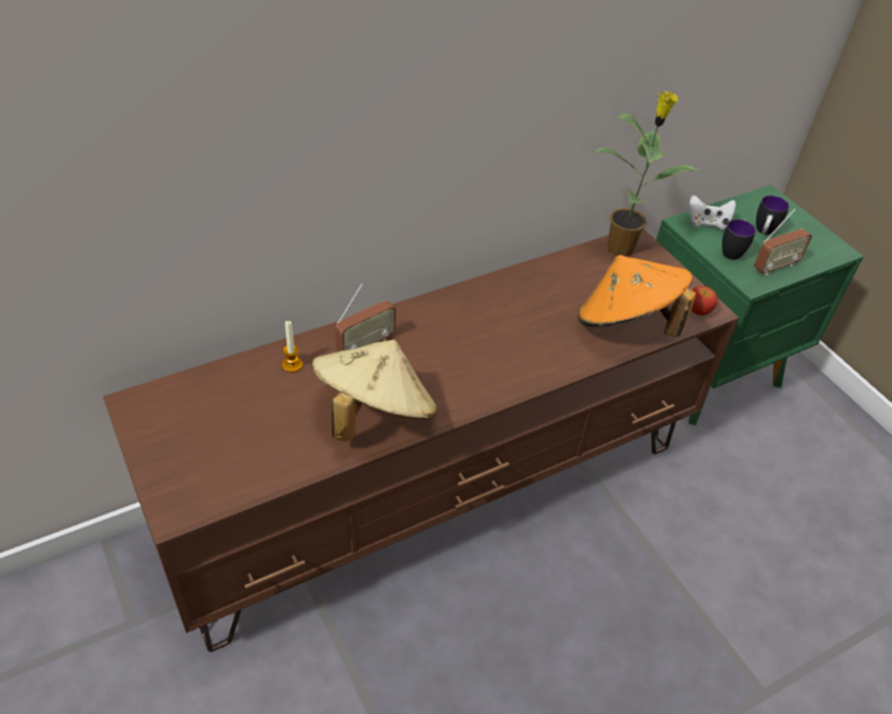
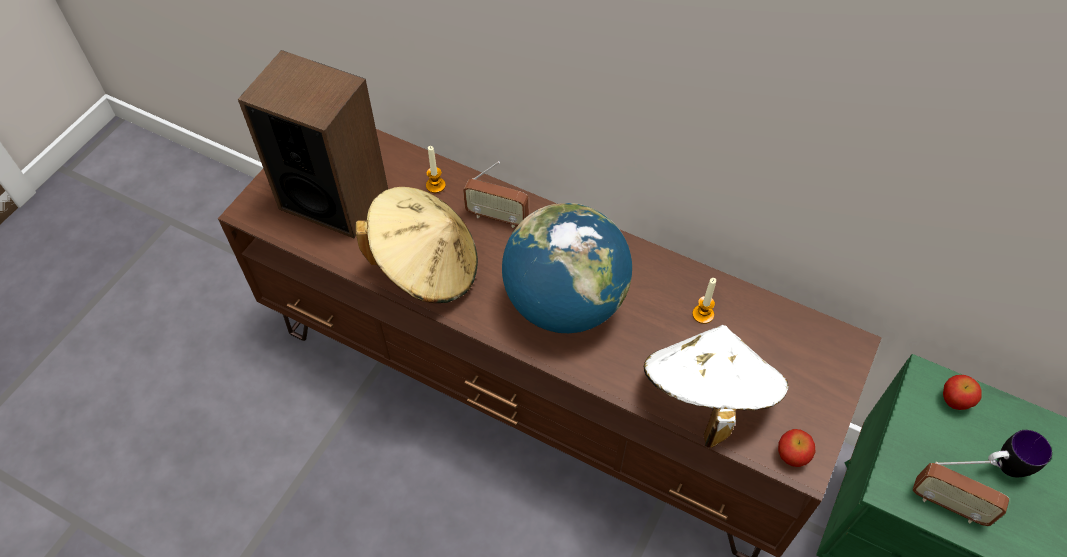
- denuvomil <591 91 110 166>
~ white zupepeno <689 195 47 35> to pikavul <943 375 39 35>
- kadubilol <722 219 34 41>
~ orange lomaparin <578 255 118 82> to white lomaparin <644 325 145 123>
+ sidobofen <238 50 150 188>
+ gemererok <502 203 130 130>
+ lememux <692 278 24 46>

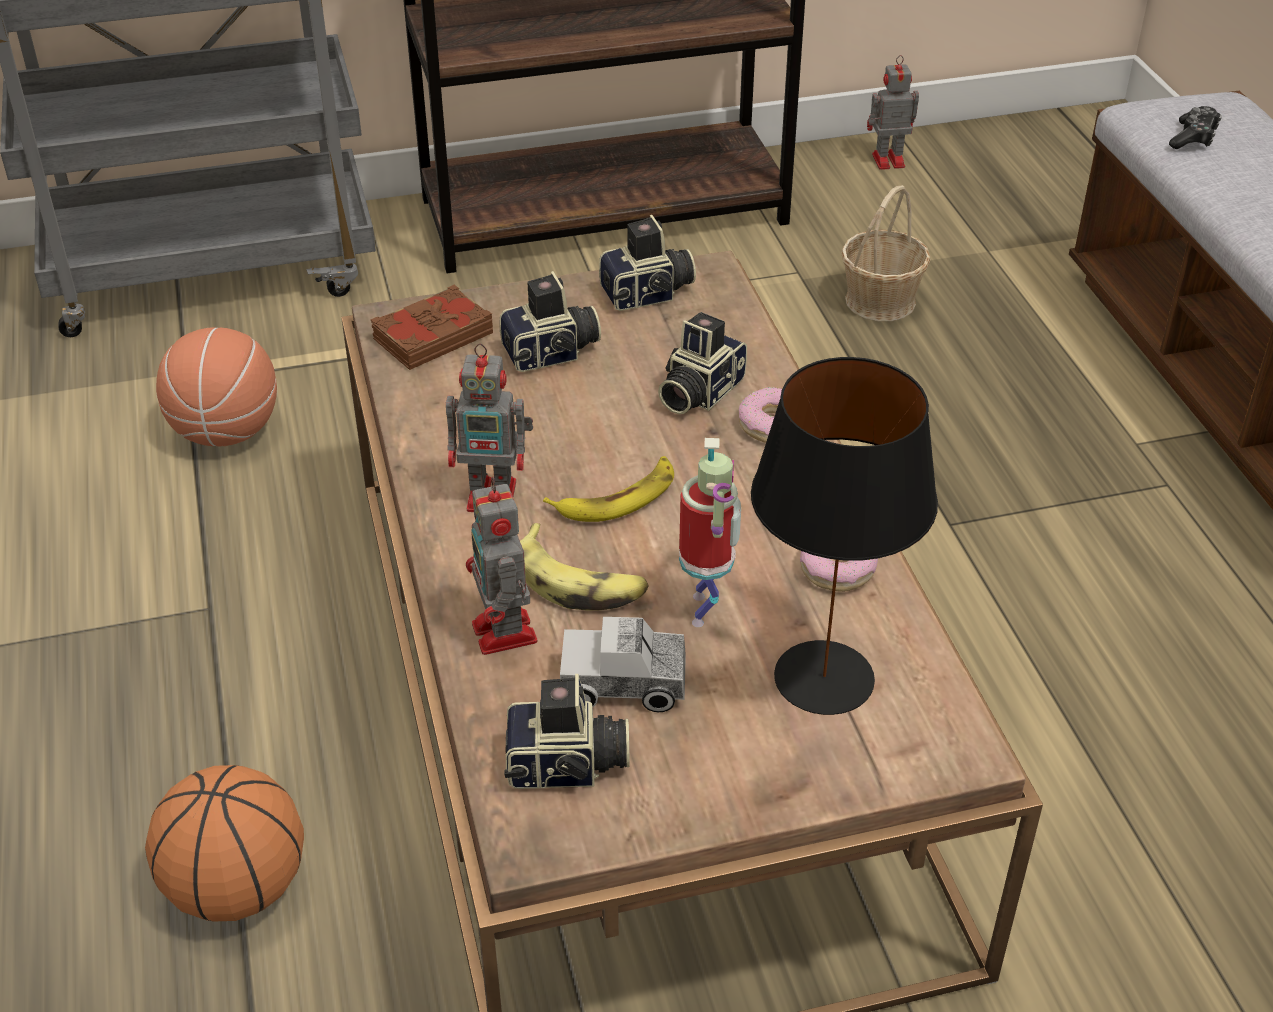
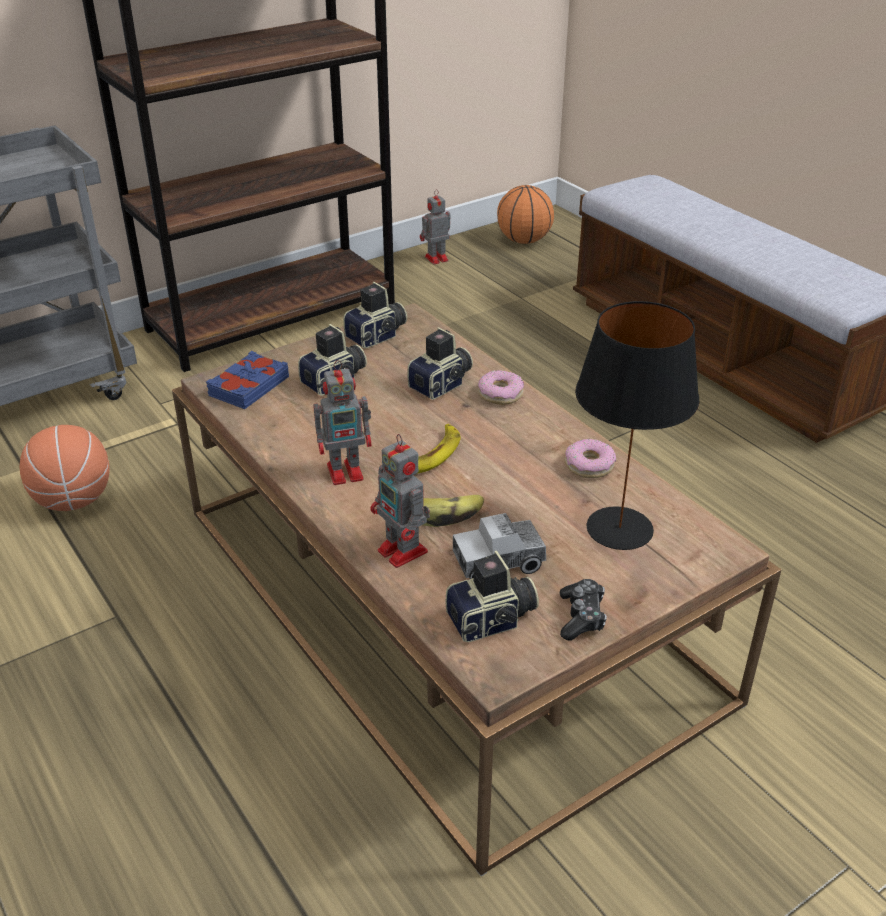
~ zupepeno <1169 106 53 43> to <560 579 47 62>
- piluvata <841 185 90 137>
~ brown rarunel <370 285 123 85> to blue rarunel <206 351 83 58>
~ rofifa <658 312 89 102> = <408 327 65 73> 150 degrees counterclockwise
- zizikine <679 438 62 189>
~ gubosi <145 765 159 157> to <497 185 57 59>

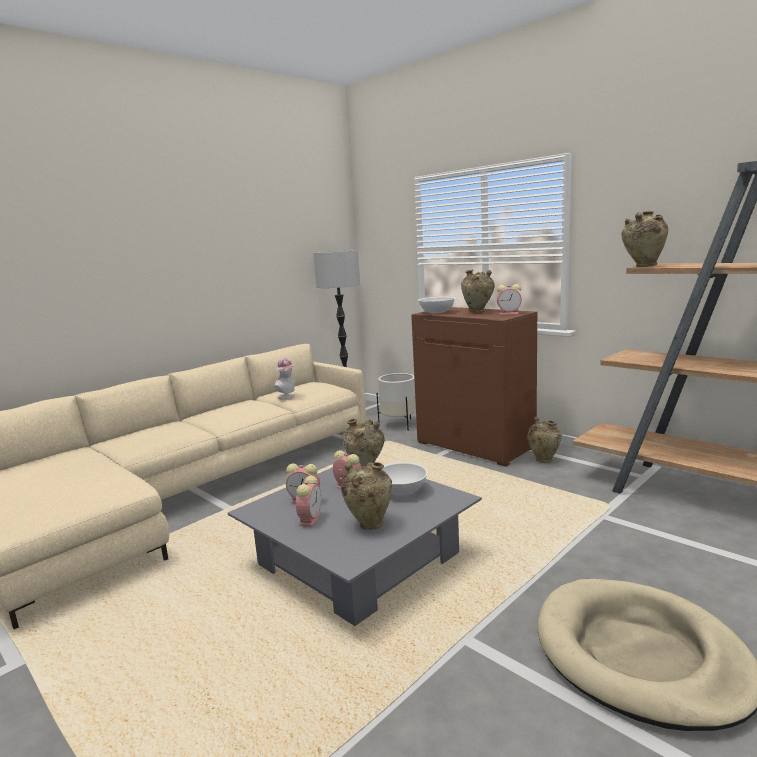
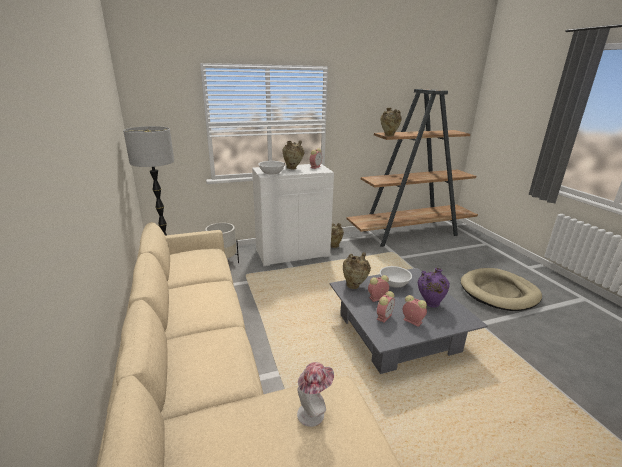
~ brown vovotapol <411 307 126 160> to white vovotapol <252 164 82 103>
~ lomaparin <274 358 23 41> to <297 362 37 65>
~ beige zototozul <341 461 51 69> to purple zototozul <418 268 32 39>

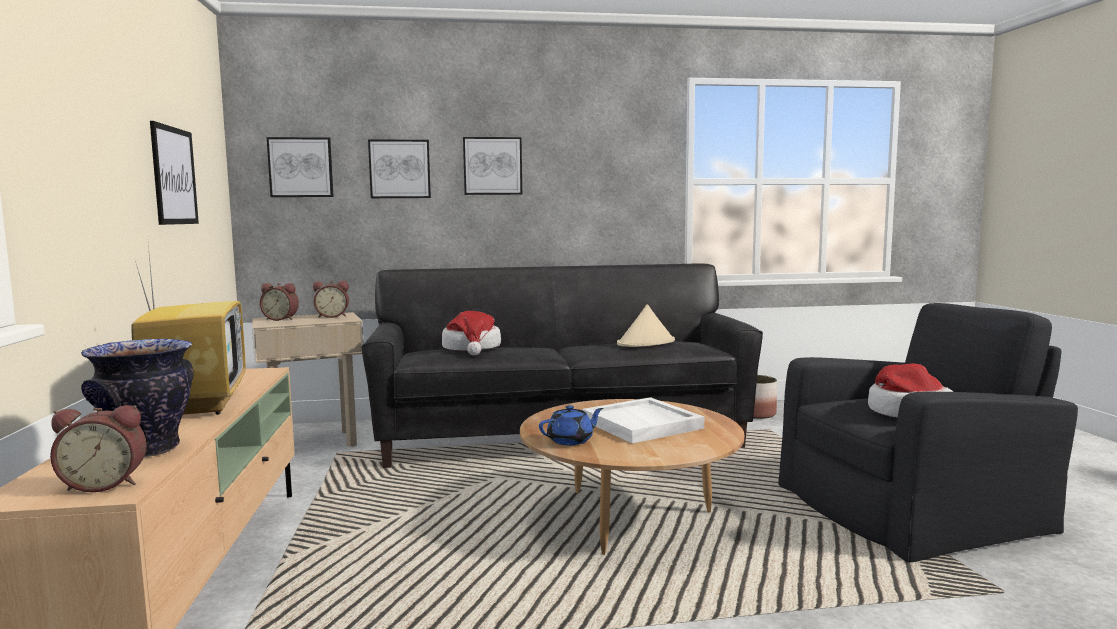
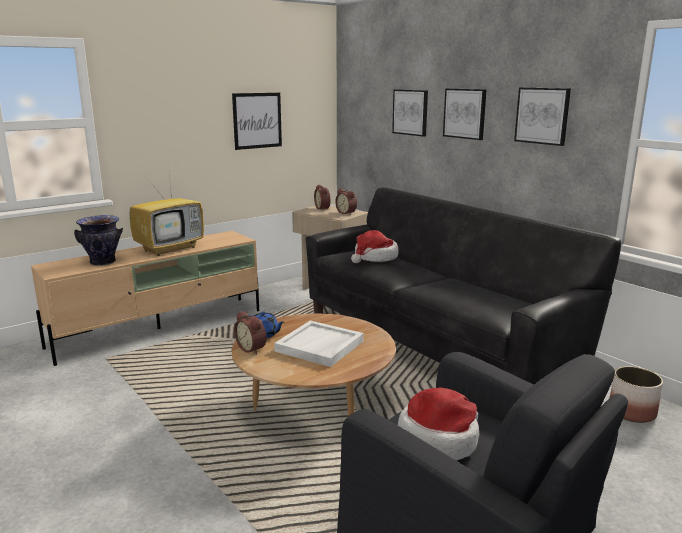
~ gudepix <267 137 67 60> to <514 87 57 59>
- beige lomaparin <617 304 58 43>
~ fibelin <50 405 96 87> to <234 311 33 43>

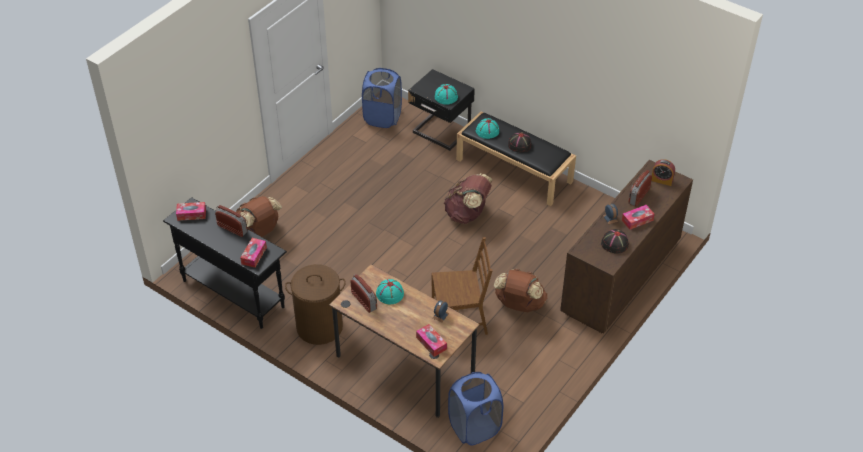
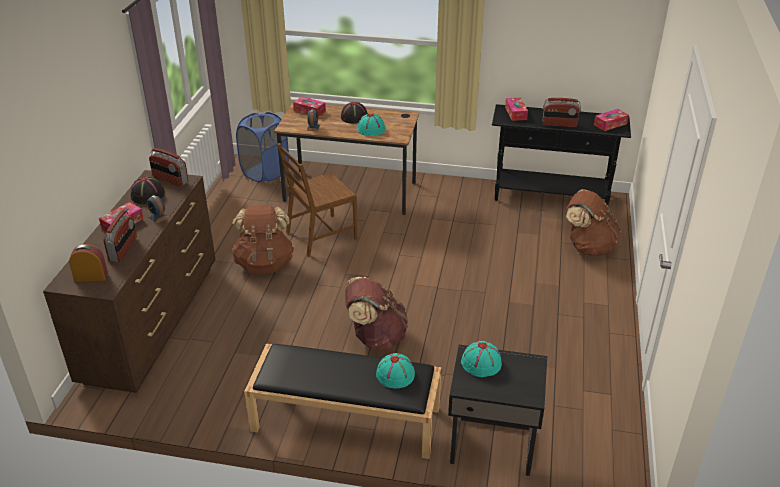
- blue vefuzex <362 68 40 60>
~ black lomaparin <508 132 24 21> to <341 102 27 22>
- brown vefuzex <285 264 61 81>
~ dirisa <350 274 27 39> to <149 148 39 38>

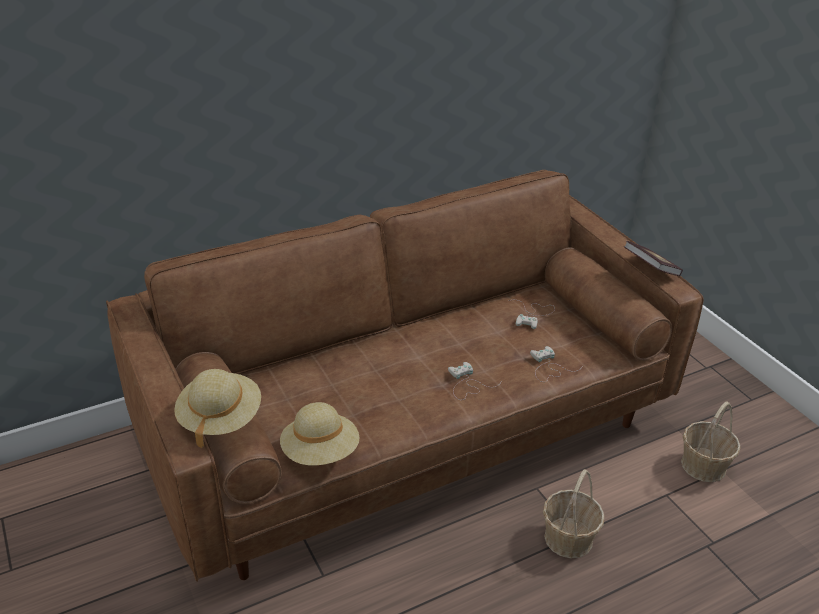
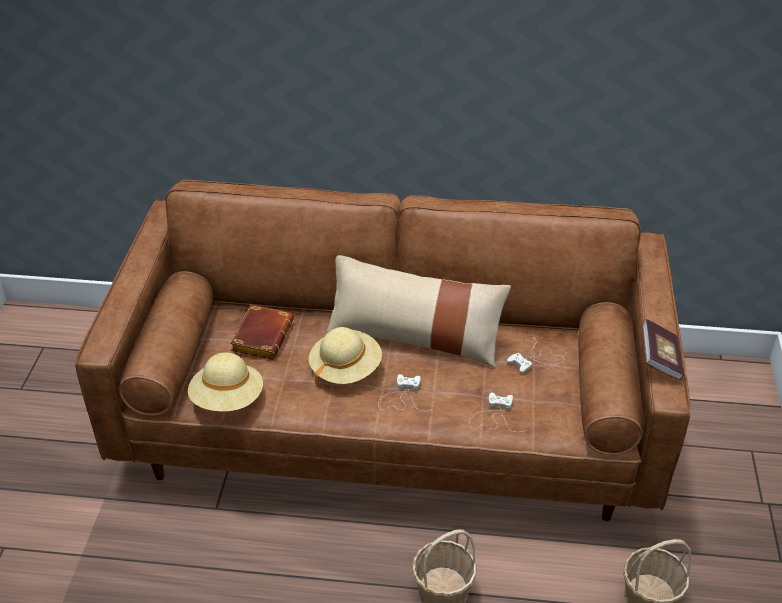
~ beige lomaparin <174 369 87 79> to <309 327 73 60>
+ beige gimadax <326 255 185 112>
+ brown rarunel <230 304 64 56>

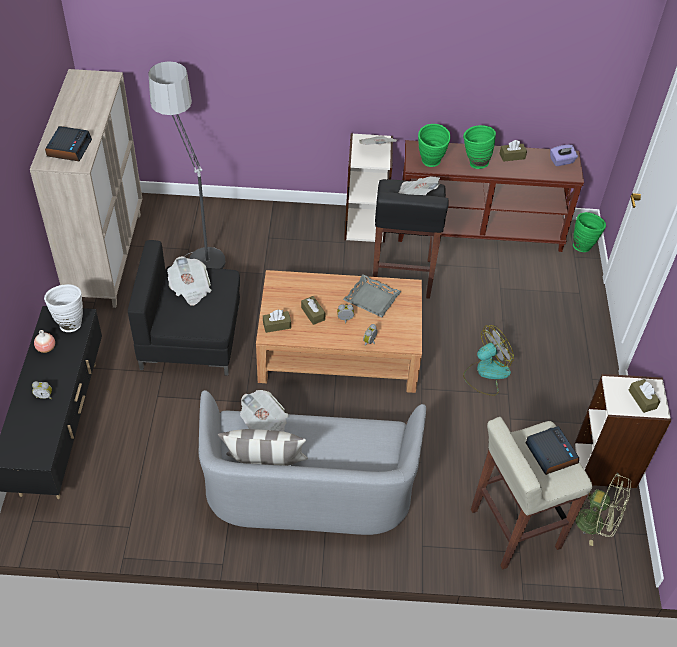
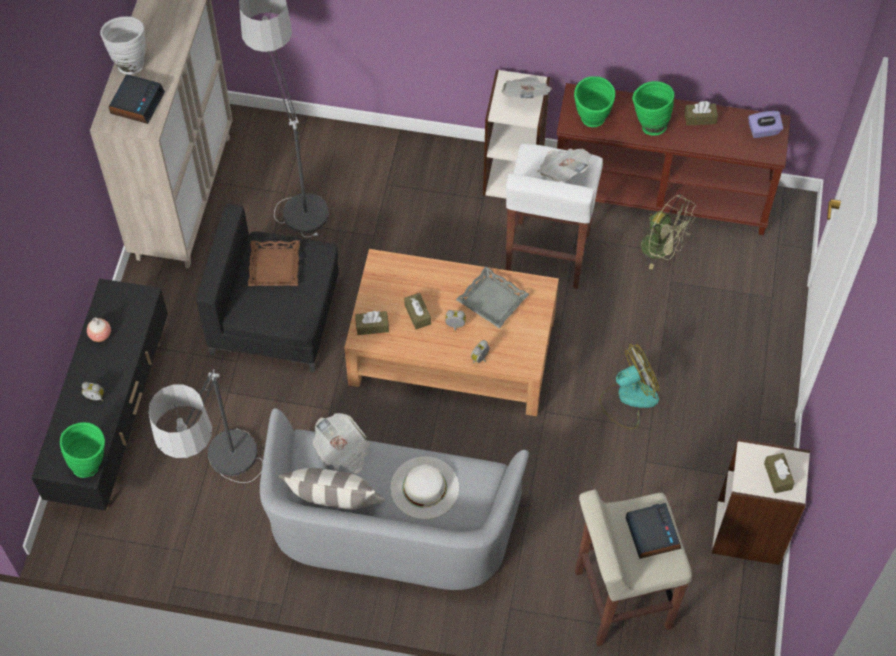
~ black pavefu <373 179 76 120> to white pavefu <506 143 97 146>
~ green zototozul <573 212 33 40> to <60 422 45 56>
~ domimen <167 256 44 50> to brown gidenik <248 240 52 46>
~ white zototozul <44 284 39 48> to <100 16 45 59>
~ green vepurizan <576 473 55 73> to <640 194 56 76>
+ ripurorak <149 369 114 114>
+ white lomaparin <390 456 69 63>

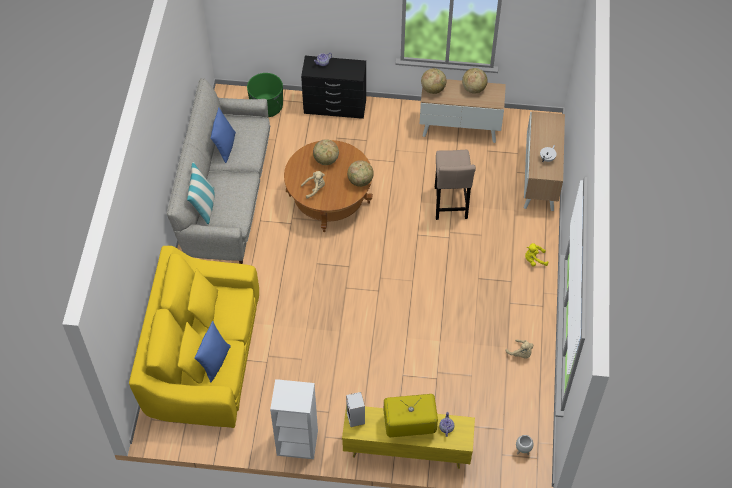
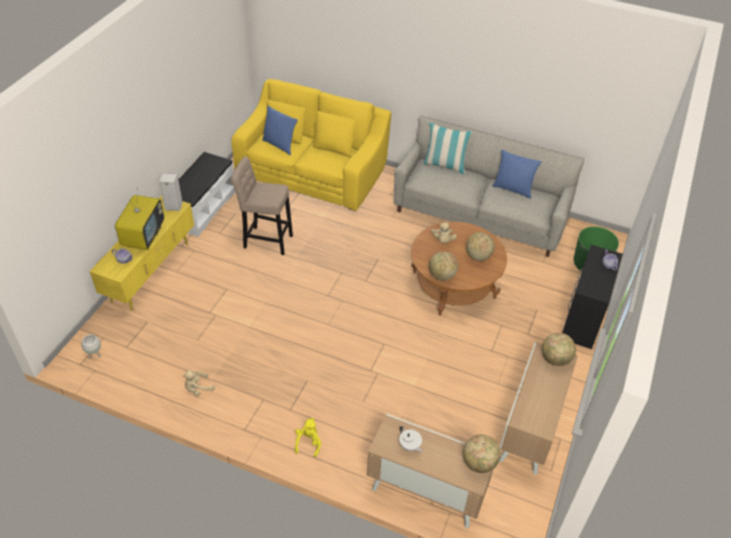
~ gemererok <462 68 26 26> to <463 435 37 38>
~ beige pavefu <435 150 41 70> to <231 156 62 99>
~ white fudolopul <270 379 48 80> to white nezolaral <178 152 58 85>

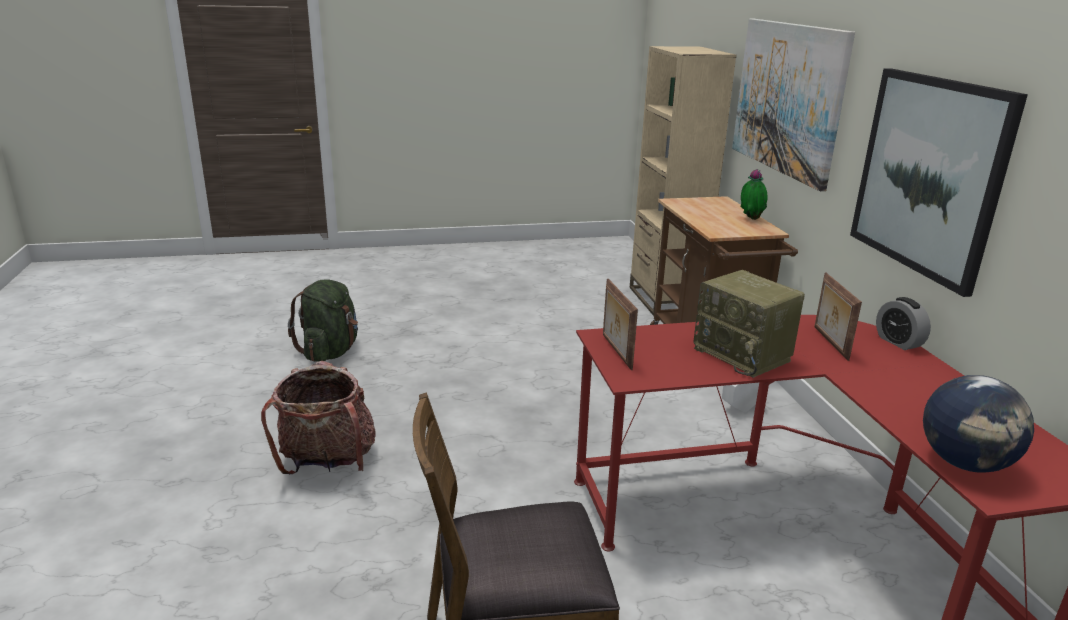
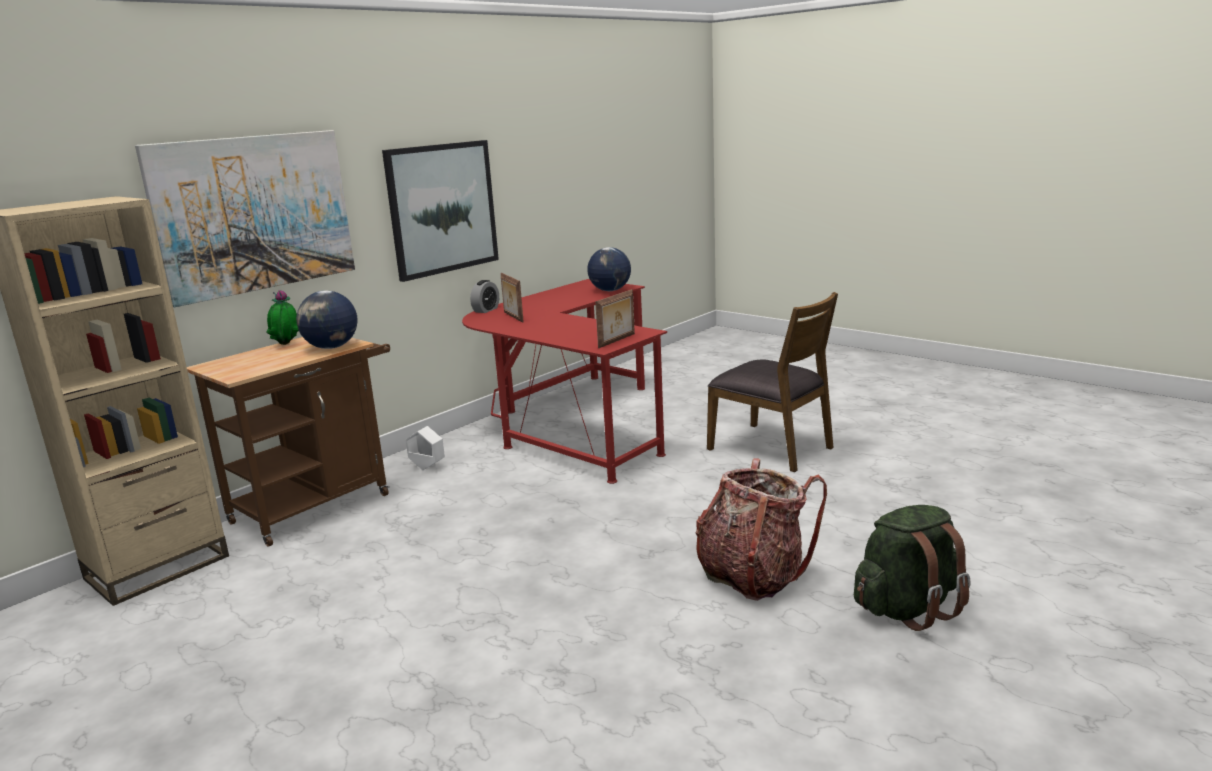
- dirisa <693 270 112 108>
~ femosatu <814 273 48 88> = <501 273 23 50> 105 degrees clockwise
~ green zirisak <288 280 70 82> to <854 505 117 126>
+ gemererok <296 290 62 59>

